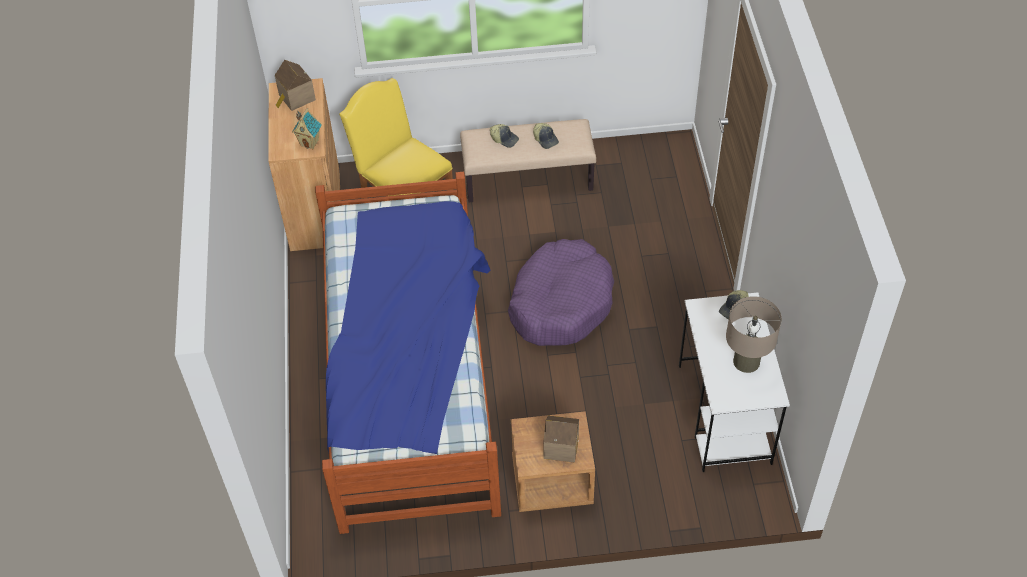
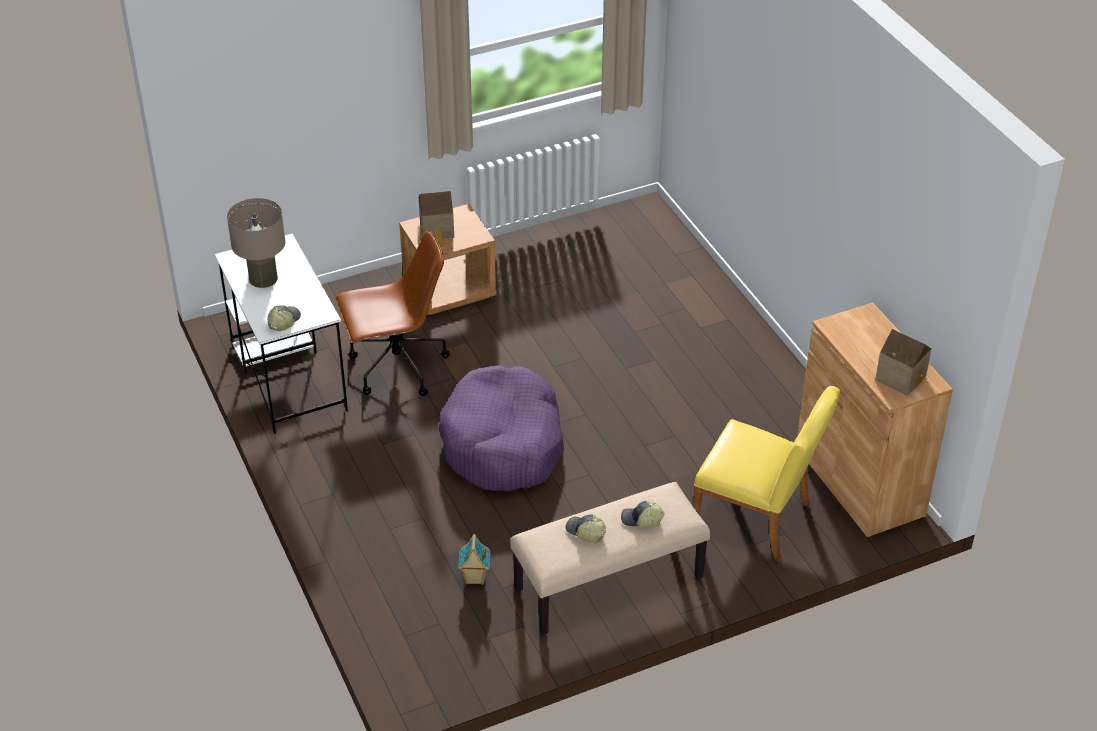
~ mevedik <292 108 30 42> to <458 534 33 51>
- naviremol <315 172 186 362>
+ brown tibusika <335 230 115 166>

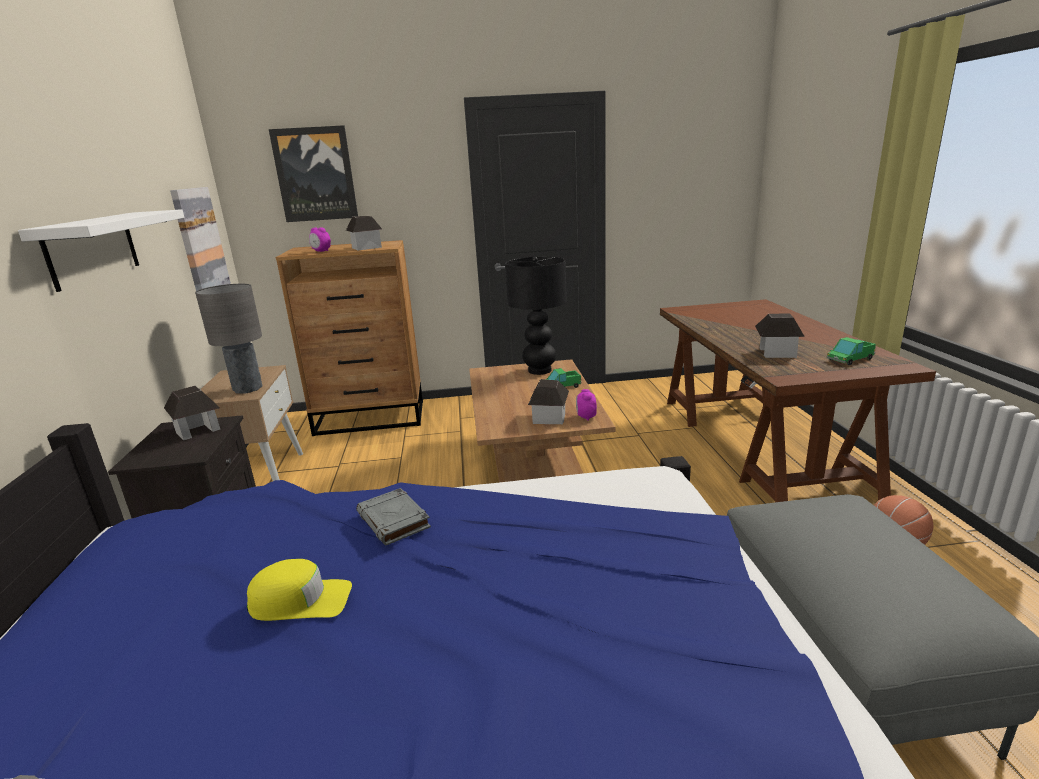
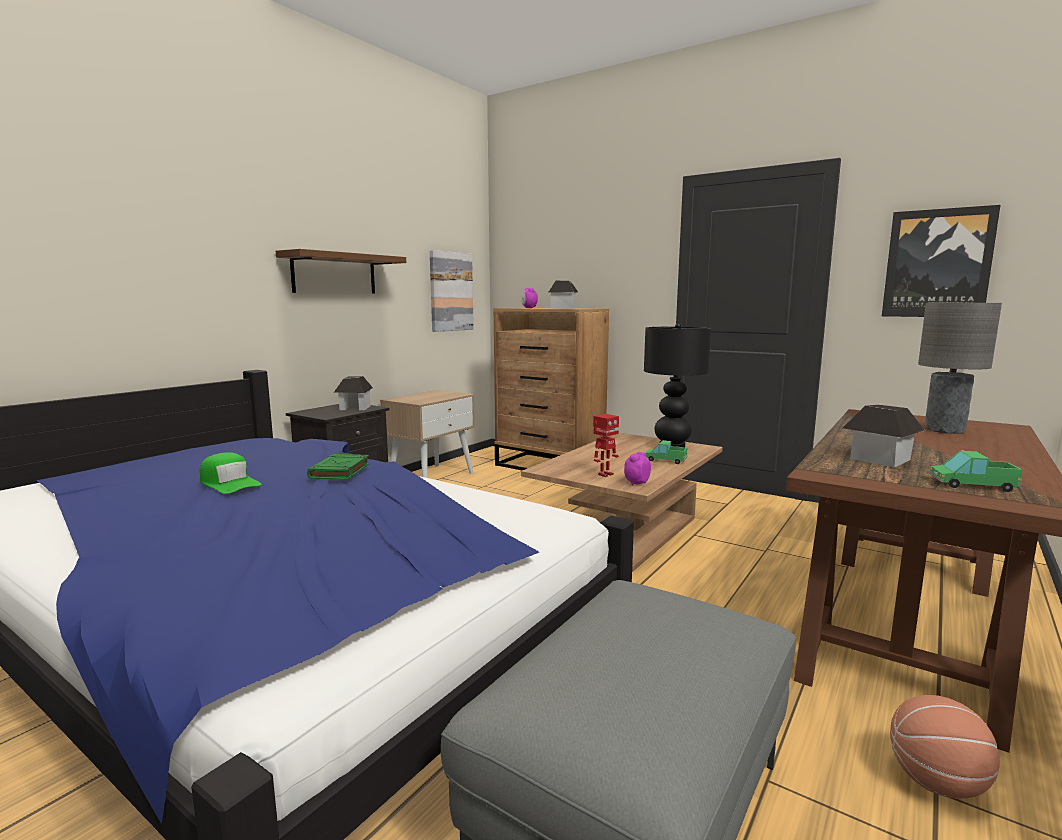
~ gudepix <269 125 89 97> to <882 205 119 112>
~ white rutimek <18 209 166 83> to brown rutimek <276 249 130 45>
~ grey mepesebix <195 284 68 110> to <918 303 84 131>
~ mevedik <528 379 41 45> to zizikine <593 414 26 63>
~ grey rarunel <356 488 75 57> to green rarunel <307 454 62 26>
~ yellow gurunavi <247 559 105 62> to green gurunavi <200 452 62 42>

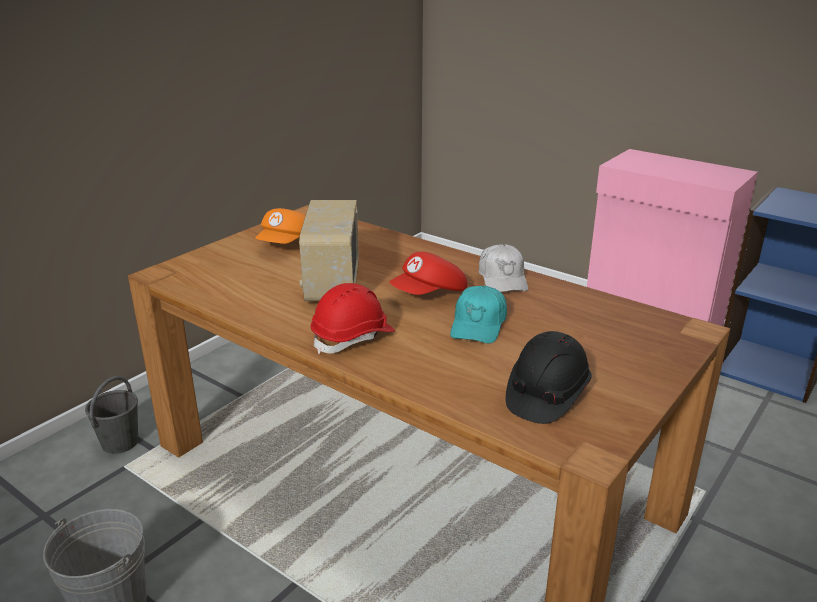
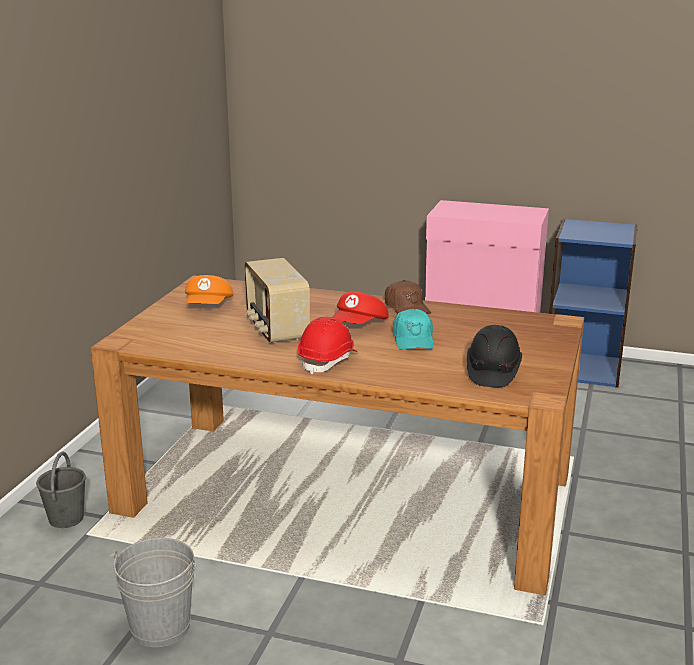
~ white gurunavi <478 244 50 48> to brown gurunavi <385 280 46 34>

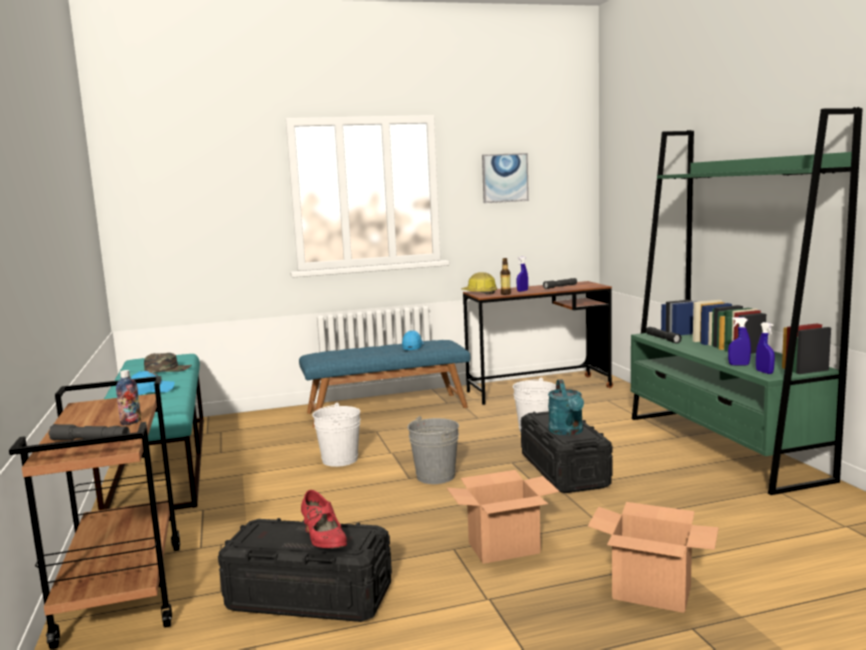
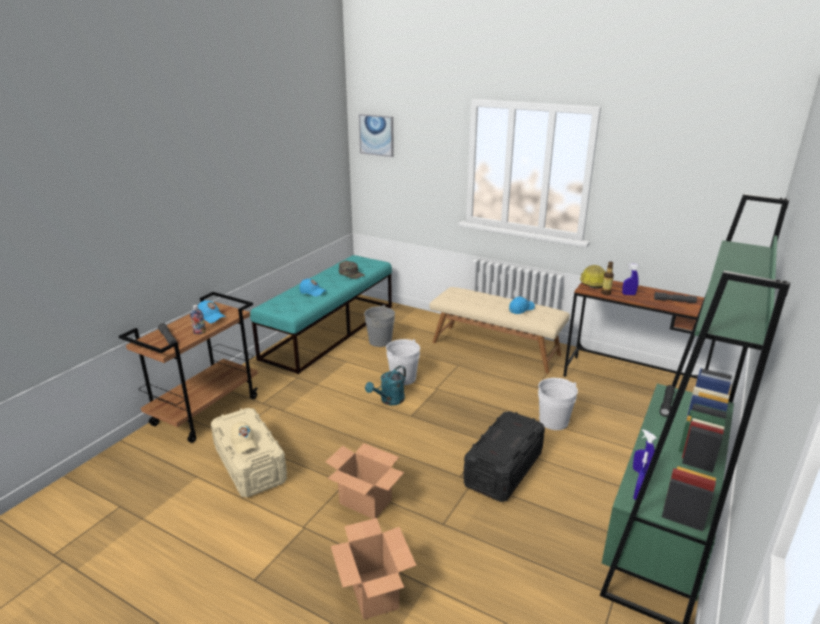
~ gudepix <482 153 47 50> to <359 114 35 43>
~ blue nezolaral <299 340 171 88> to beige nezolaral <430 287 140 87>
~ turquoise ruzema <548 379 36 56> to <365 366 41 39>
~ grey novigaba <408 416 51 68> to <364 305 31 42>
~ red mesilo <301 490 46 58> to beige gurunavi <230 422 28 31>
~ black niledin <218 518 174 104> to beige niledin <211 408 76 89>
+ blue gurunavi <198 300 28 23>

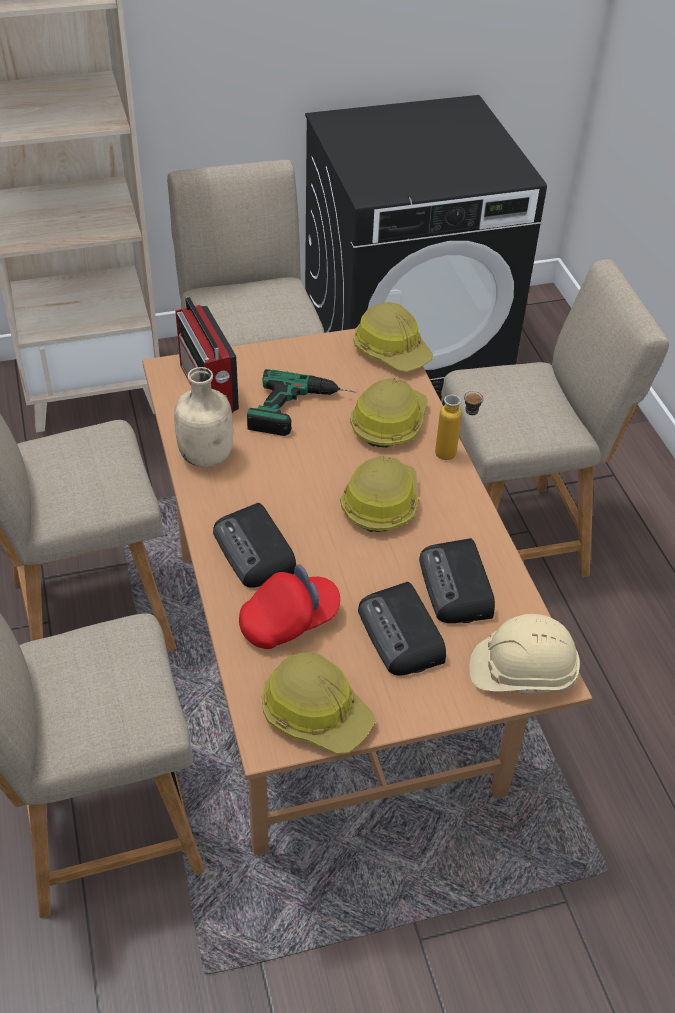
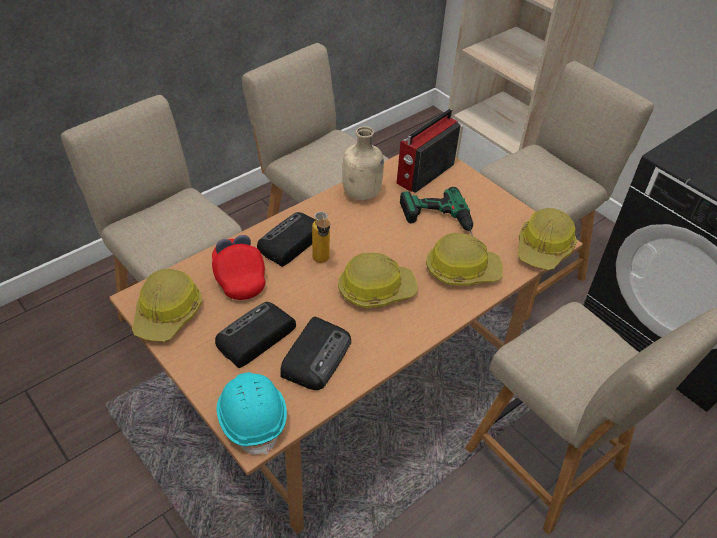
~ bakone <435 390 48 70> to <312 212 18 51>
~ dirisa <419 538 76 85> = <280 316 71 74> 150 degrees clockwise
~ red gurunavi <239 564 101 85> = <212 235 53 65> 150 degrees counterclockwise
~ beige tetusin <469 614 111 80> to turquoise tetusin <217 372 70 83>

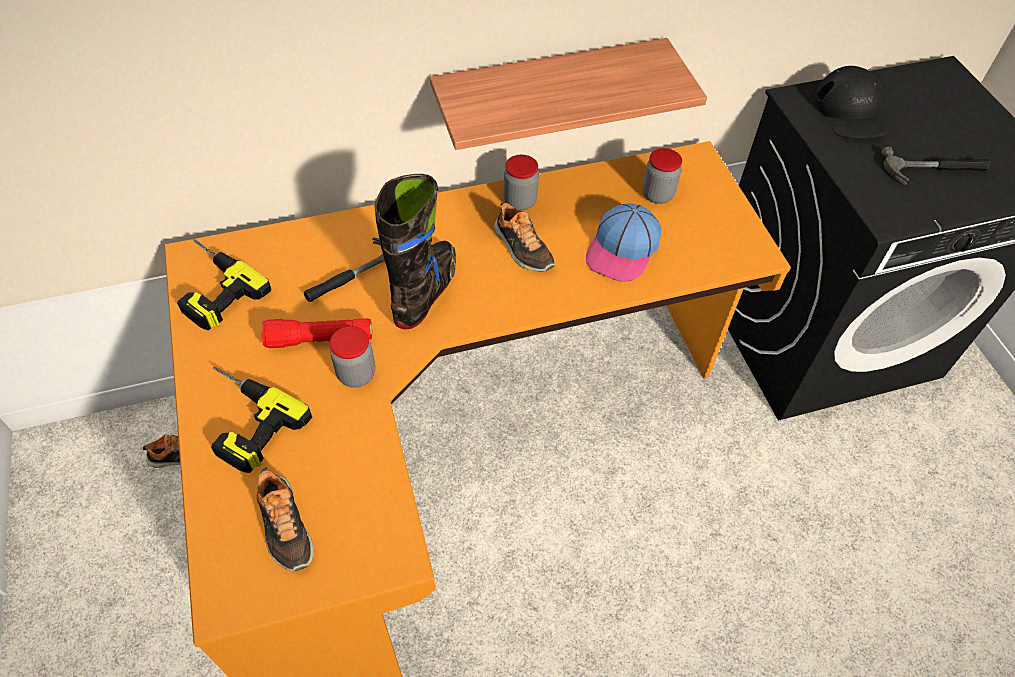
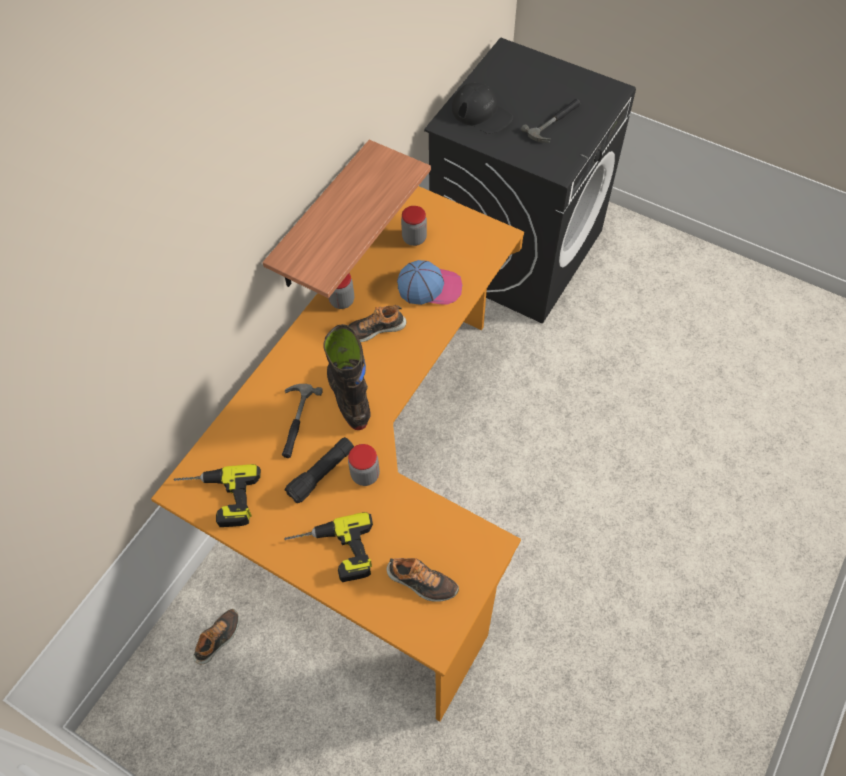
~ mesilo <494 202 61 69> = <348 305 58 37> 150 degrees clockwise
~ gurunavi <586 203 75 79> = <397 260 65 45> 75 degrees counterclockwise
~ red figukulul <261 318 111 30> to black figukulul <285 437 69 66>

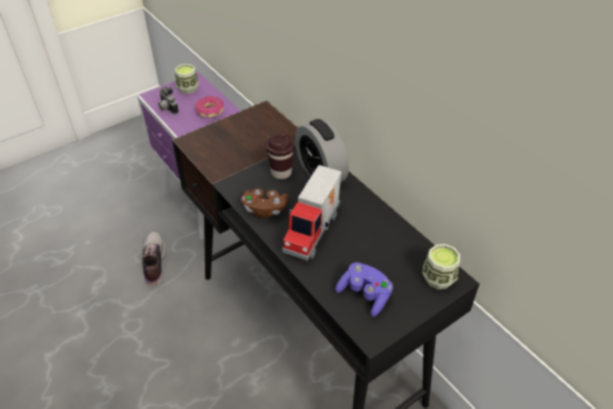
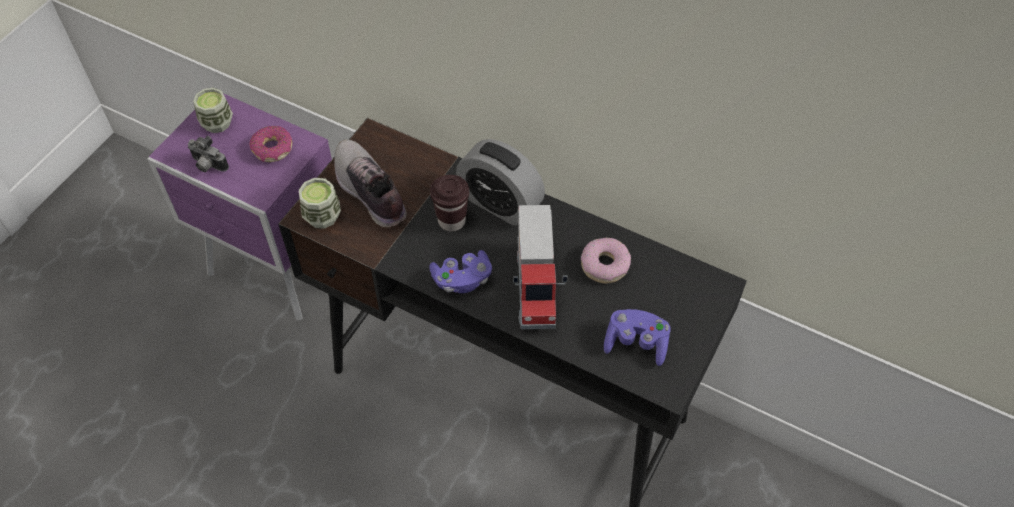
~ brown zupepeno <241 189 48 29> to purple zupepeno <429 250 63 43>
~ mesilo <141 232 25 54> to <334 140 73 88>
~ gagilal <423 244 37 45> to <299 178 42 51>
+ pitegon <581 238 50 46>

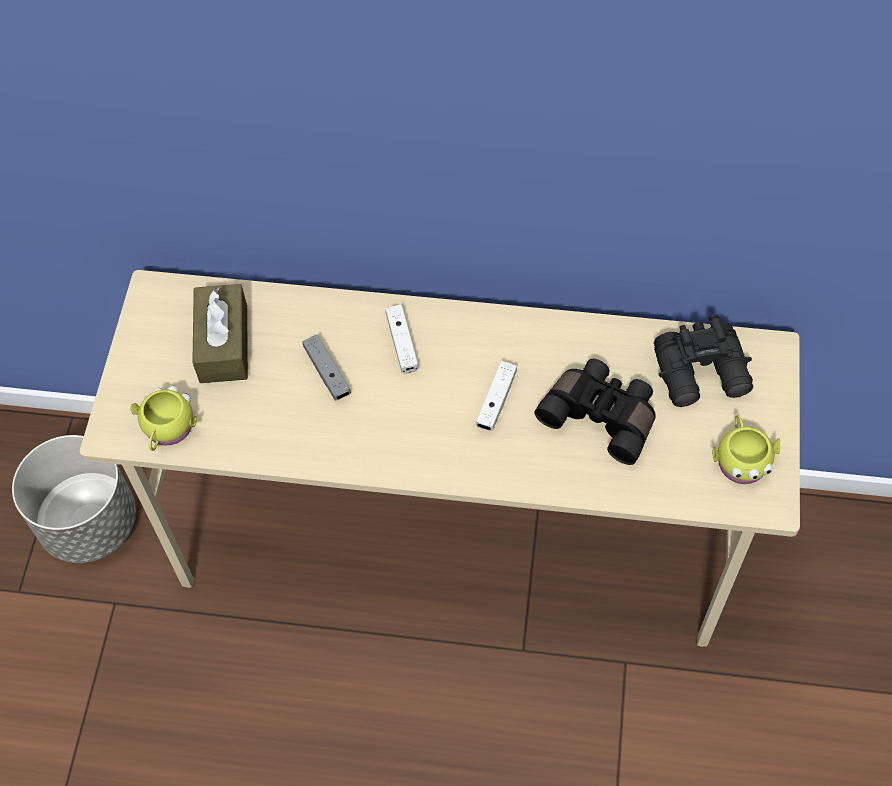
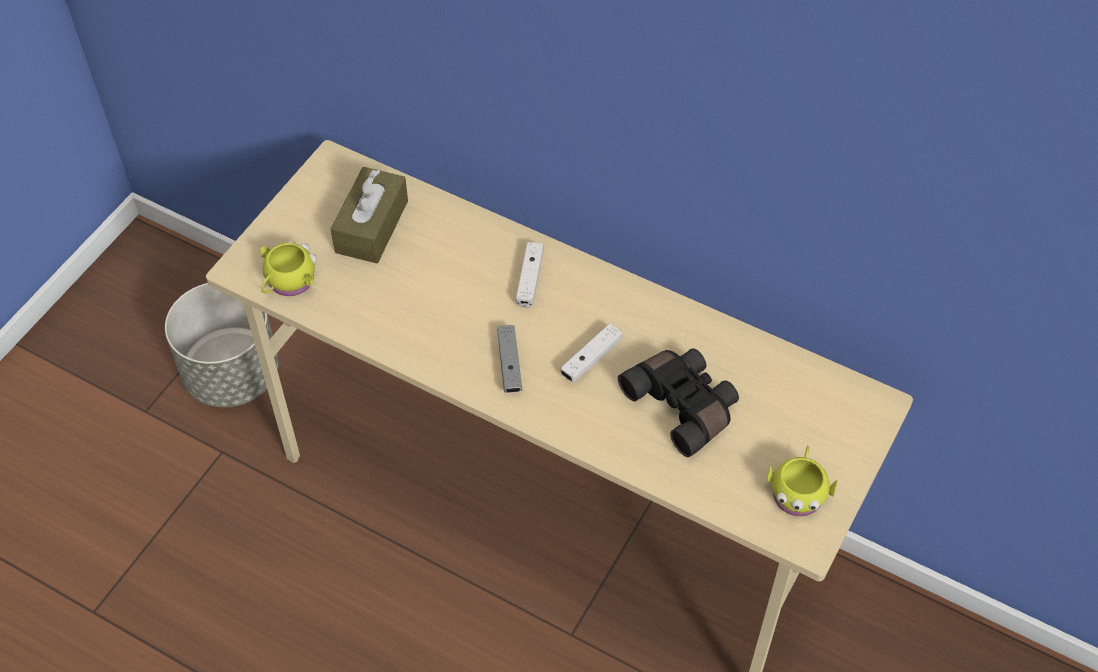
- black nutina <654 314 99 93>
~ grey zupepeno <303 335 48 65> to <497 325 26 68>

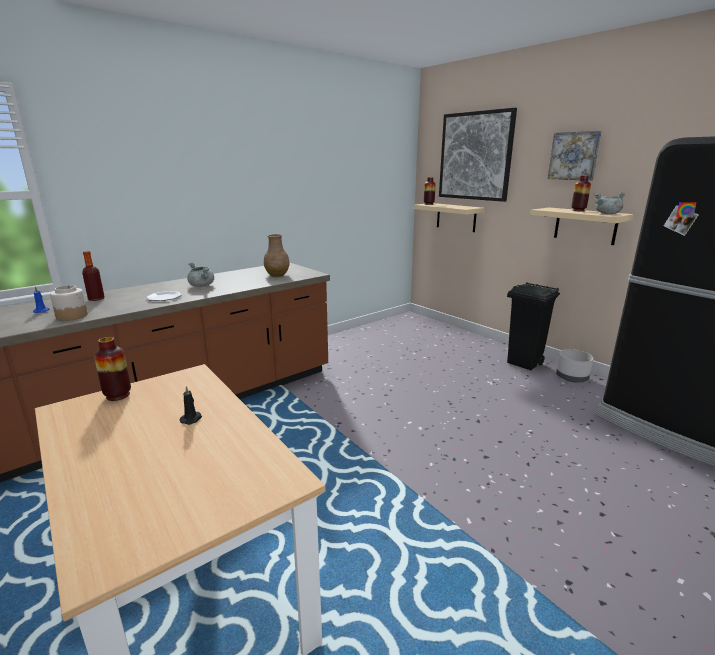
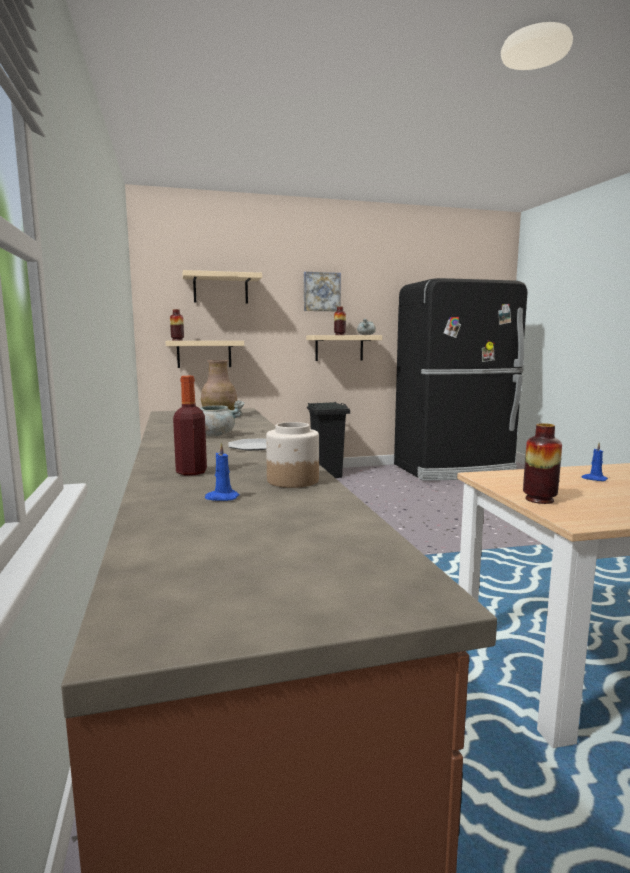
~ gudepix <439 108 78 94> to beige rutimek <182 270 80 33>
- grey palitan <556 349 37 33>
~ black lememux <179 386 23 39> to blue lememux <582 443 26 38>

